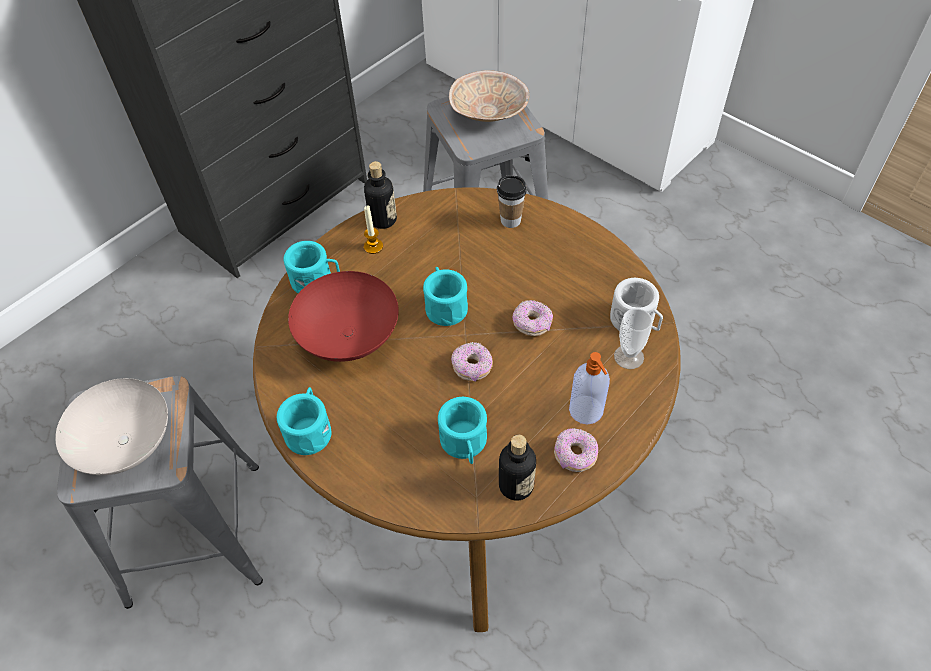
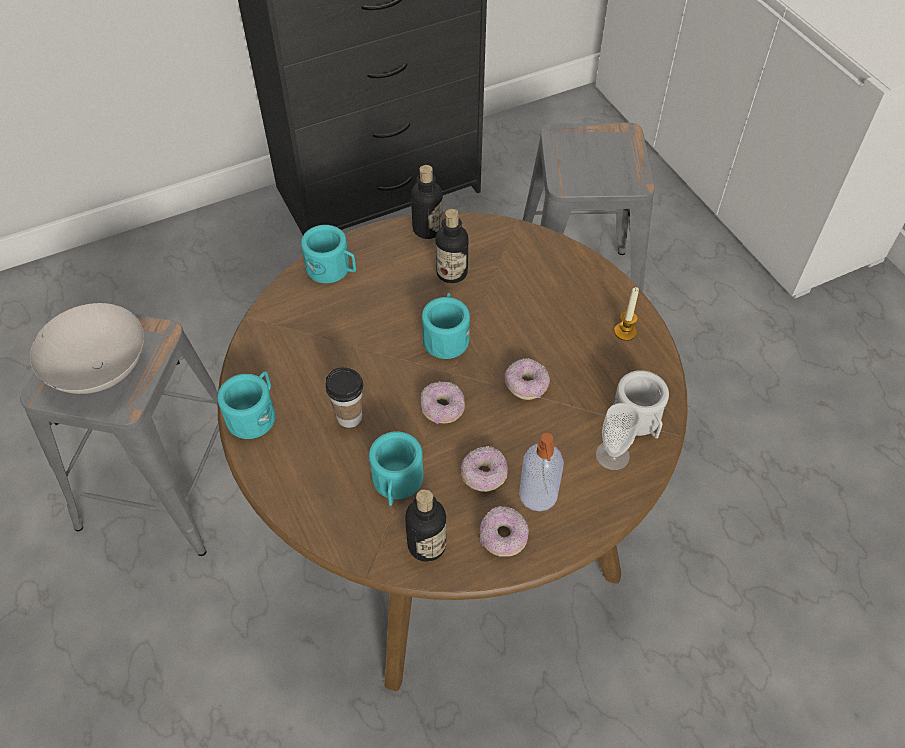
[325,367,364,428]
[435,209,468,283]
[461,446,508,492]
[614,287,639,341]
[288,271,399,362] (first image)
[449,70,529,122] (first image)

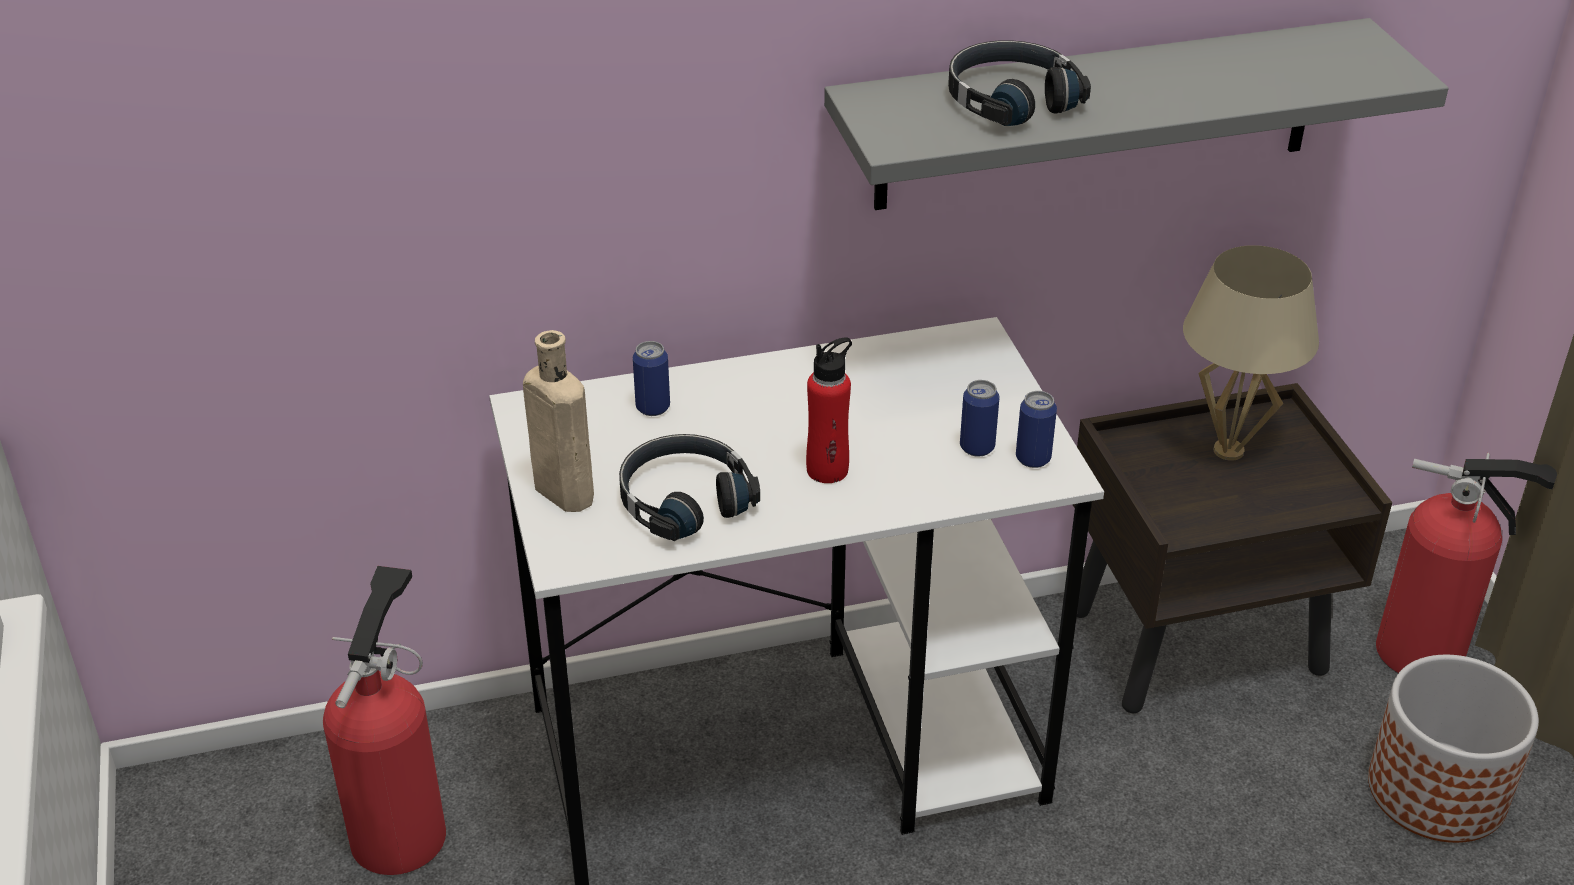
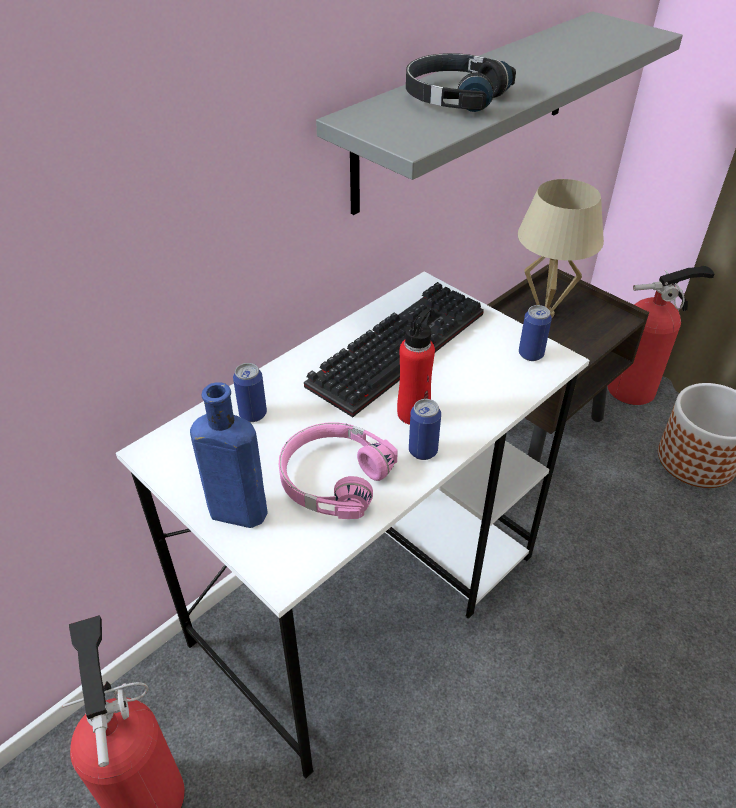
[190,382,268,528]
[279,422,398,519]
[304,282,484,417]
[409,399,441,460]

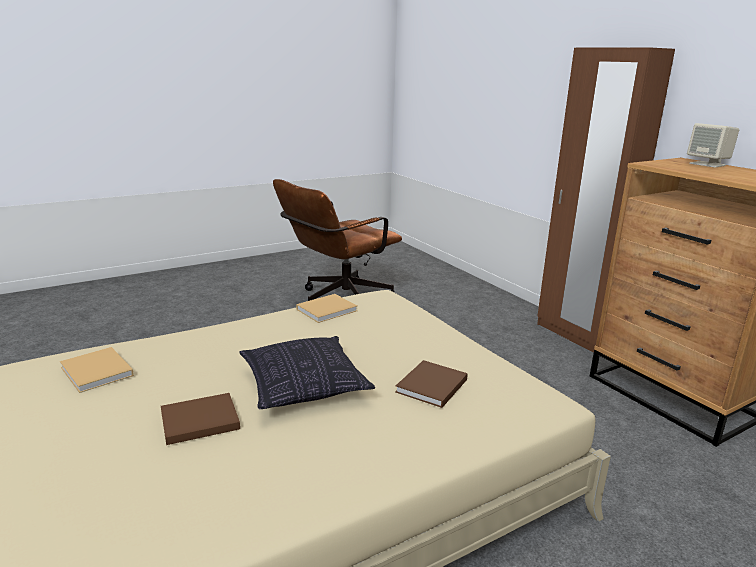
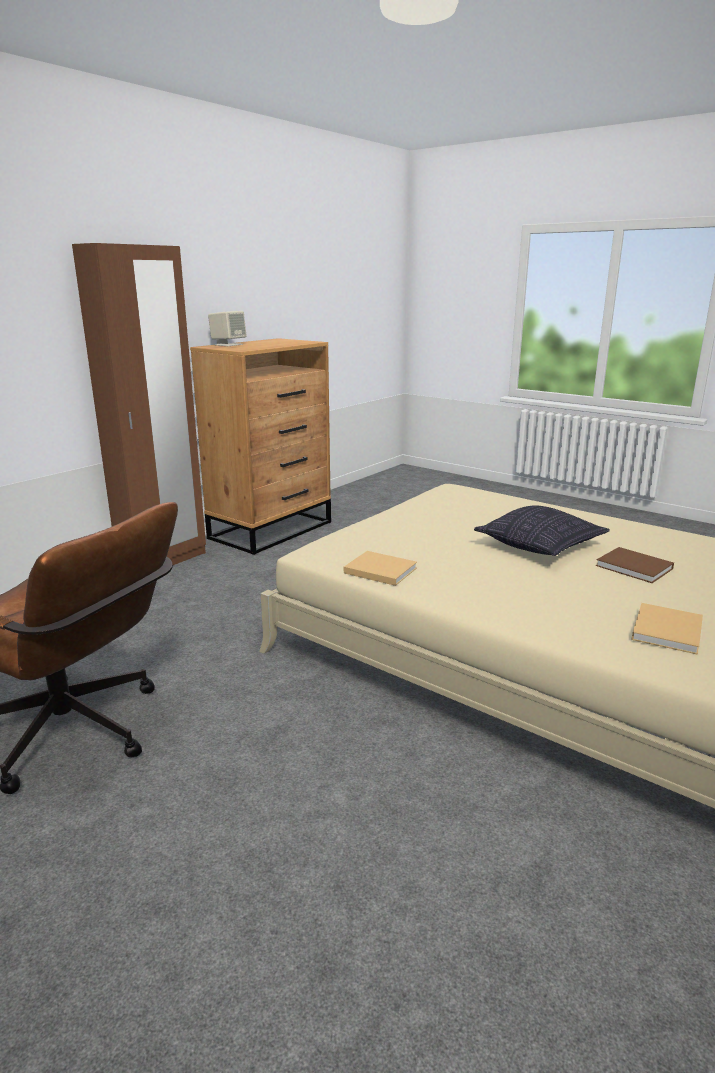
[395,360,468,408] (first image)

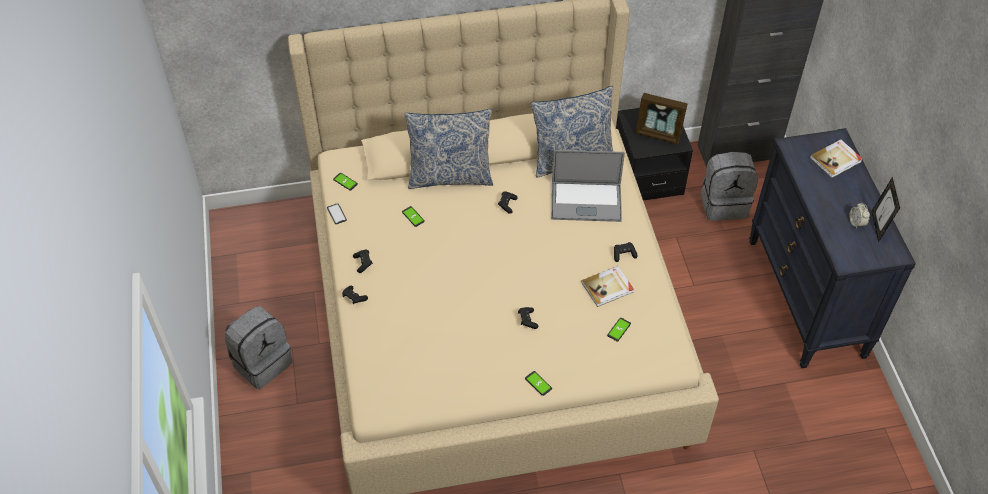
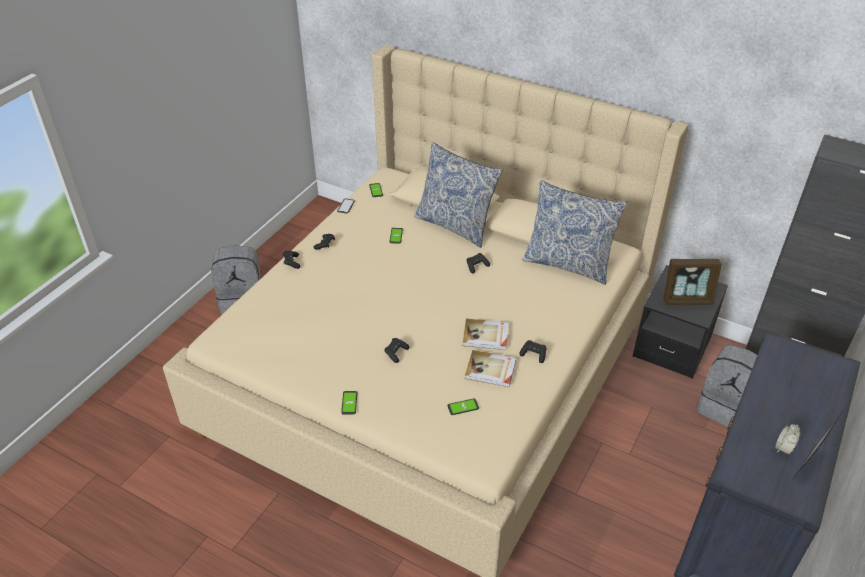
[463,319,509,350]
[663,259,722,305]
[551,150,625,222] (first image)

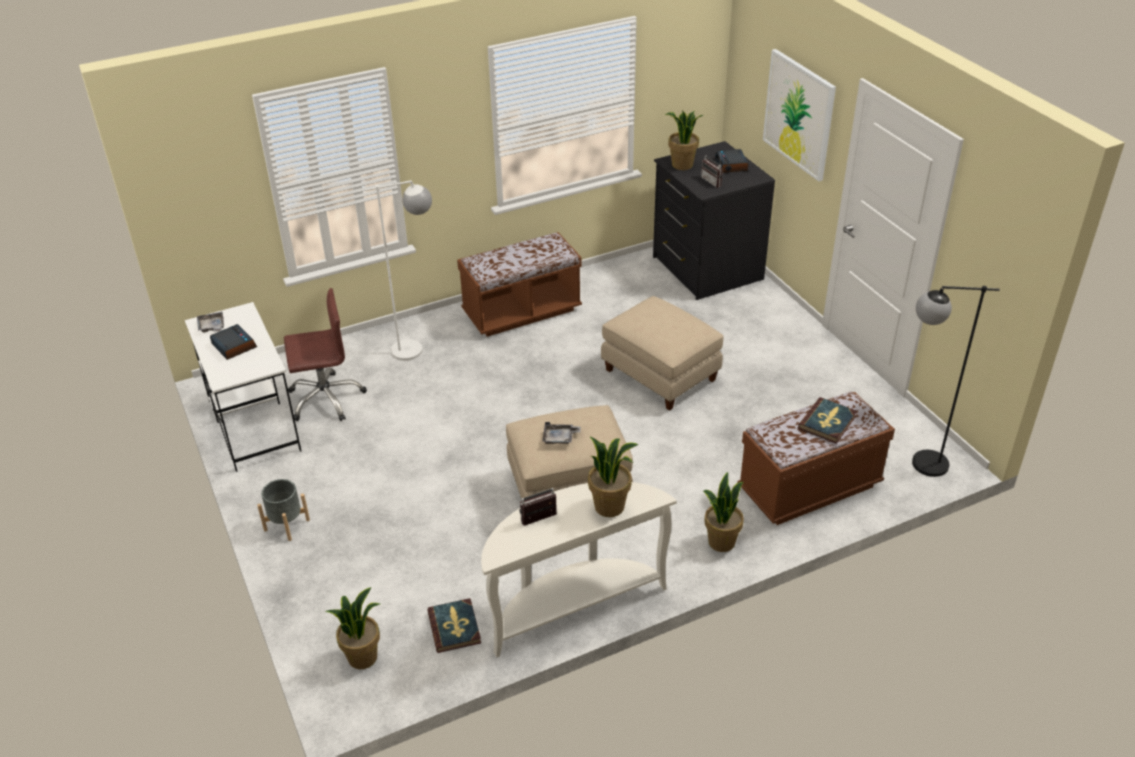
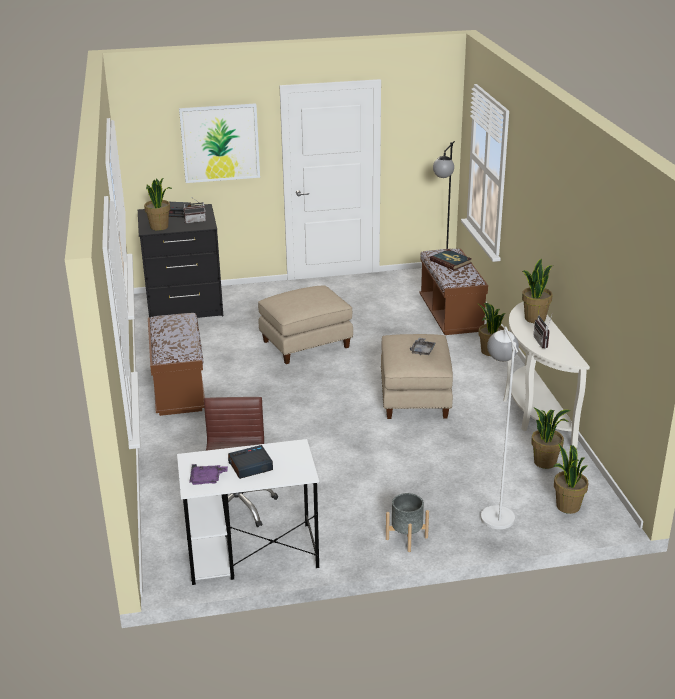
[189,464,228,485]
[481,326,519,529]
[531,407,571,469]

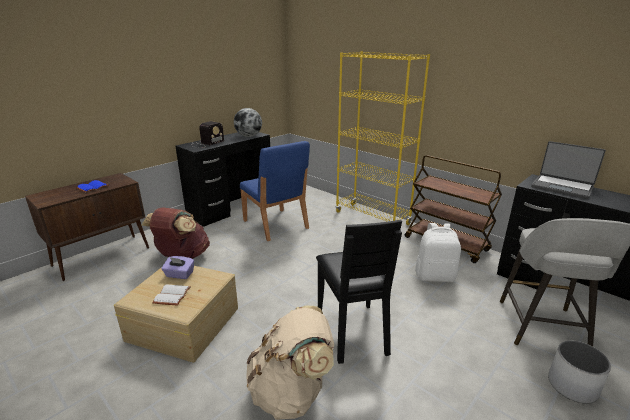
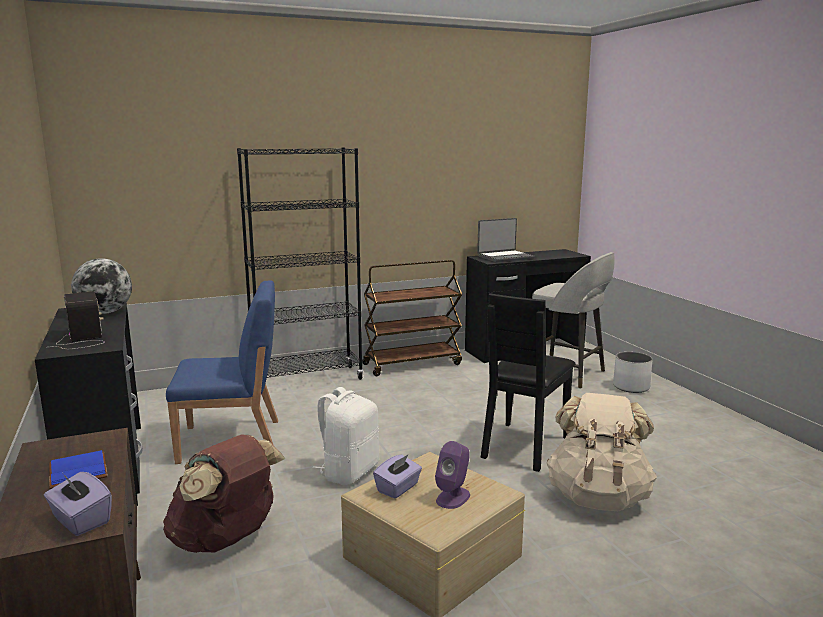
[44,472,112,536]
[237,147,363,380]
[312,387,379,485]
[435,441,470,509]
[481,293,576,472]

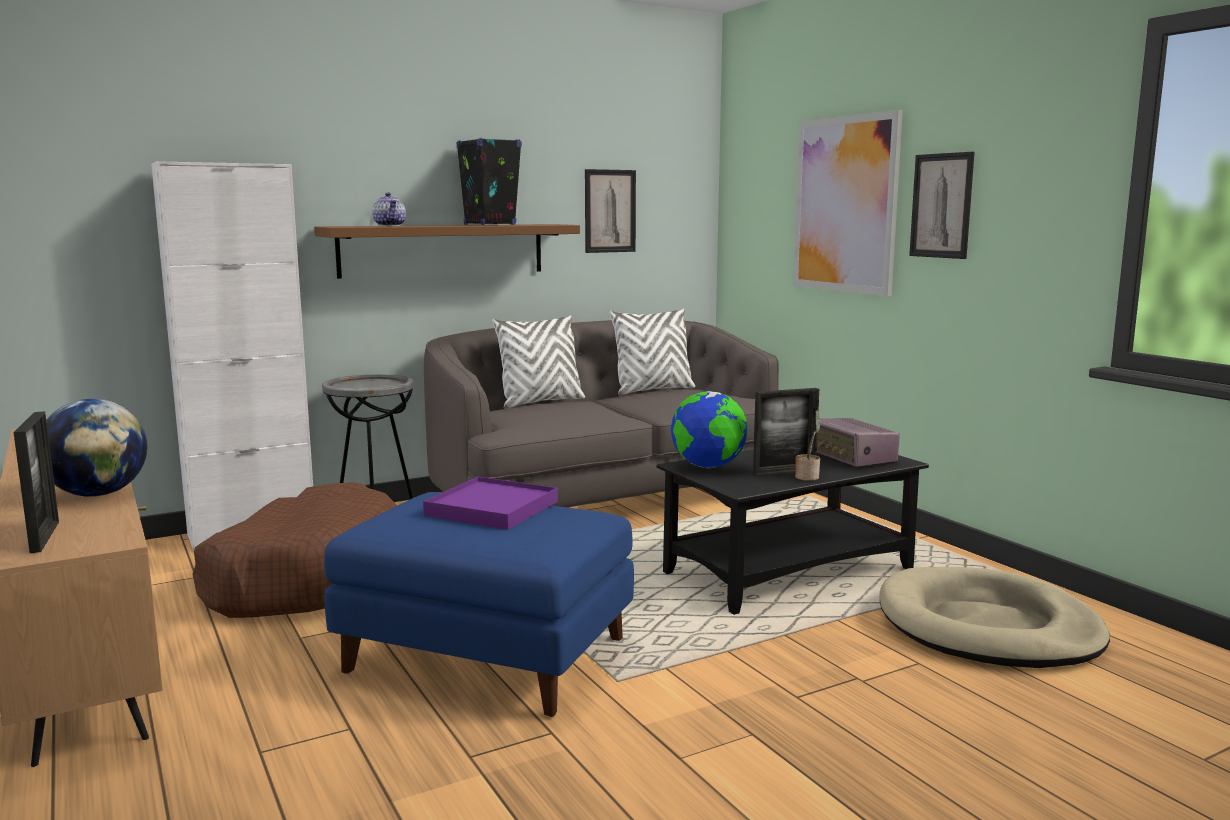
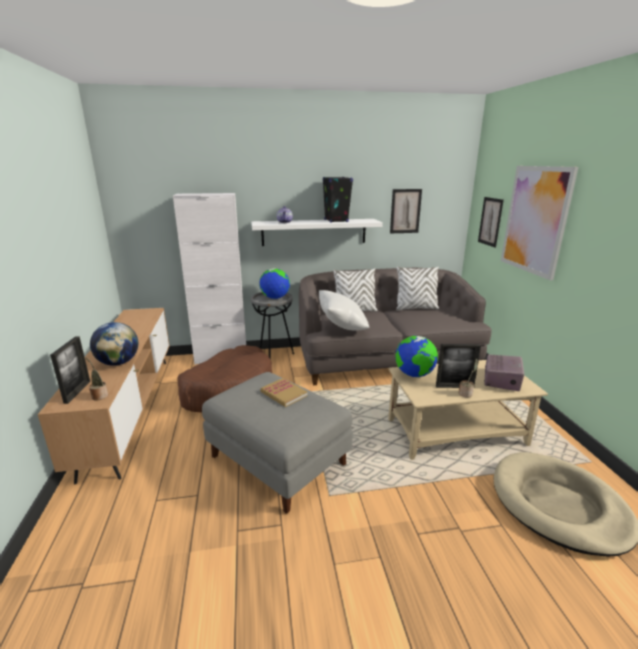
[86,358,108,401]
[202,372,353,514]
[251,219,383,246]
[259,268,290,299]
[261,378,307,407]
[319,290,369,331]
[388,360,548,460]
[478,197,504,248]
[484,355,524,391]

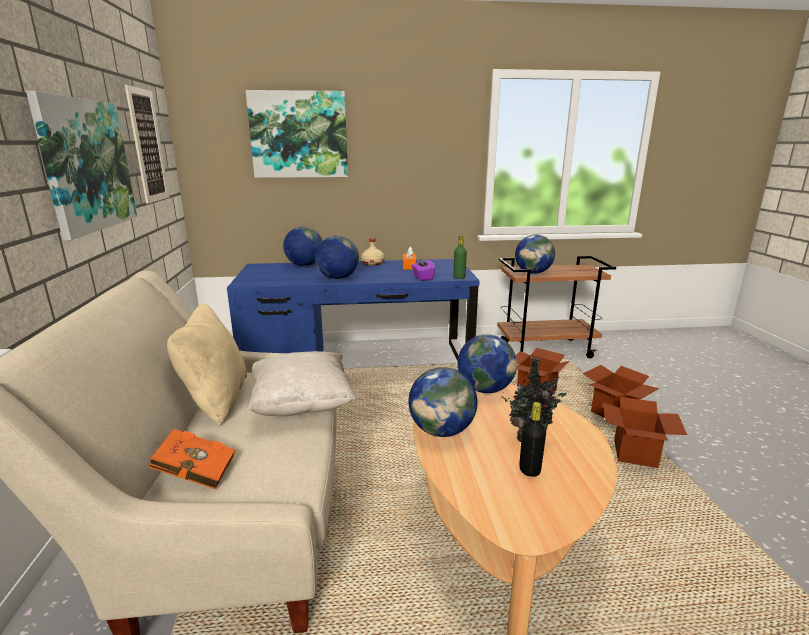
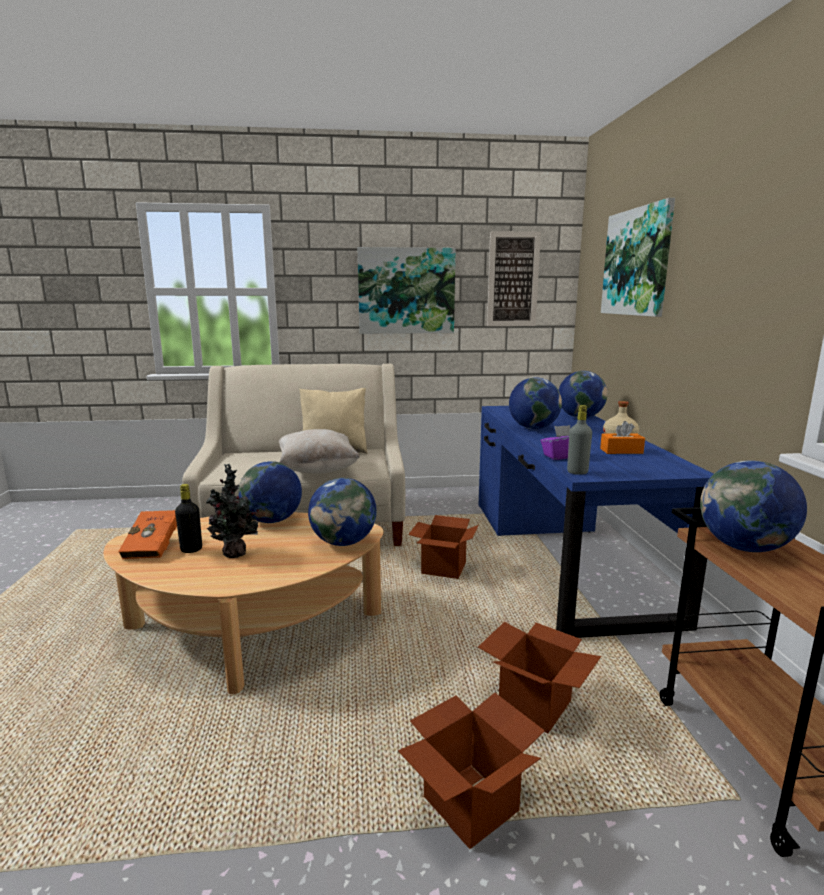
[118,510,177,559]
[408,515,479,579]
[567,405,592,475]

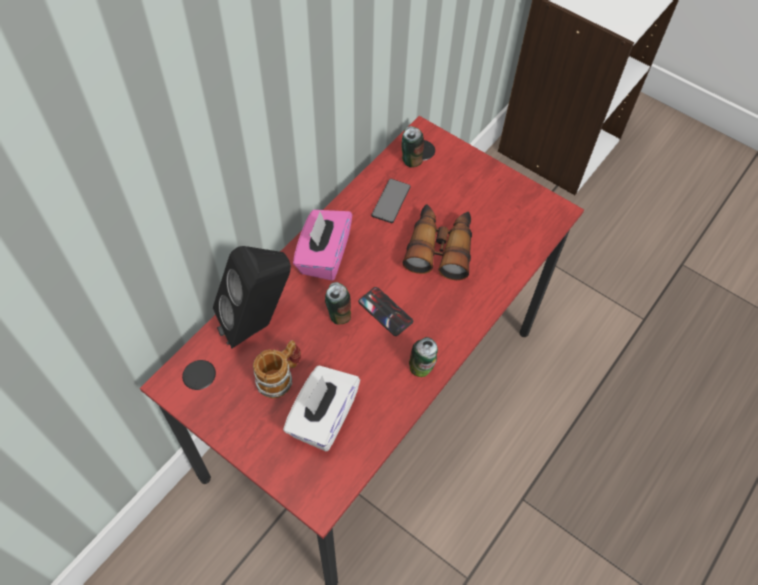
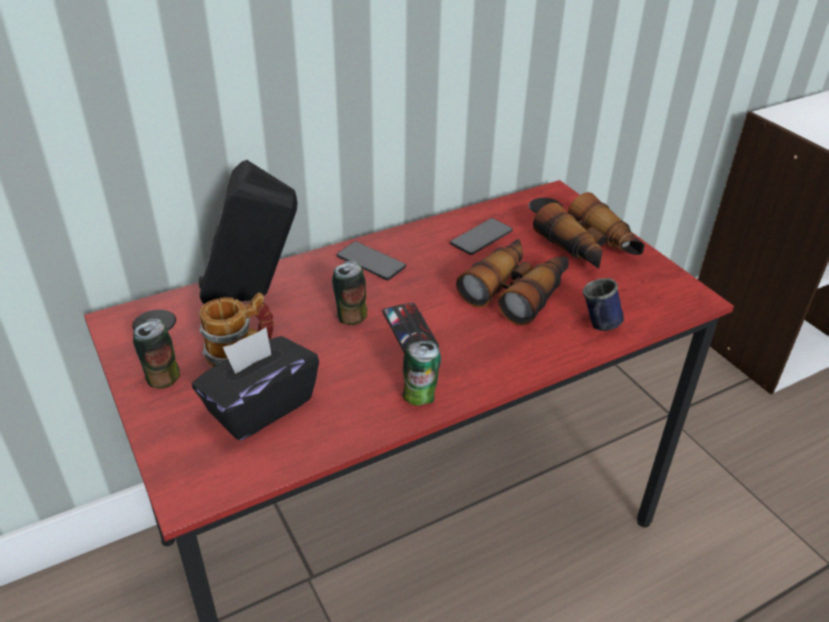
[133,319,180,389]
[192,327,319,440]
[337,242,406,280]
[533,192,645,269]
[583,278,624,331]

